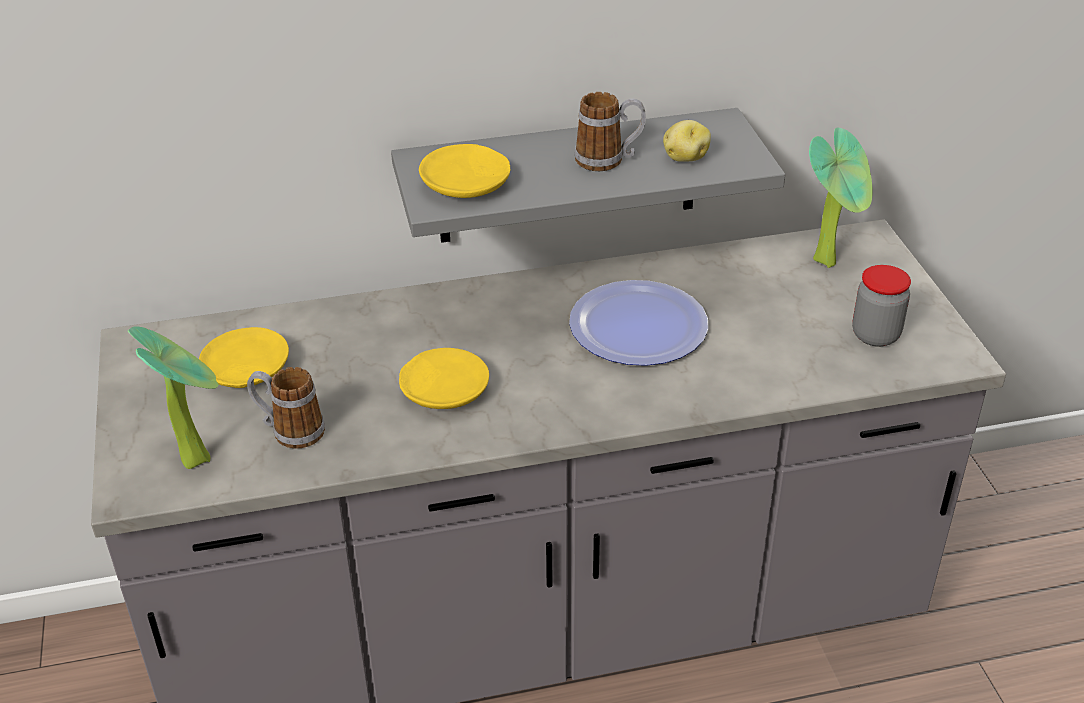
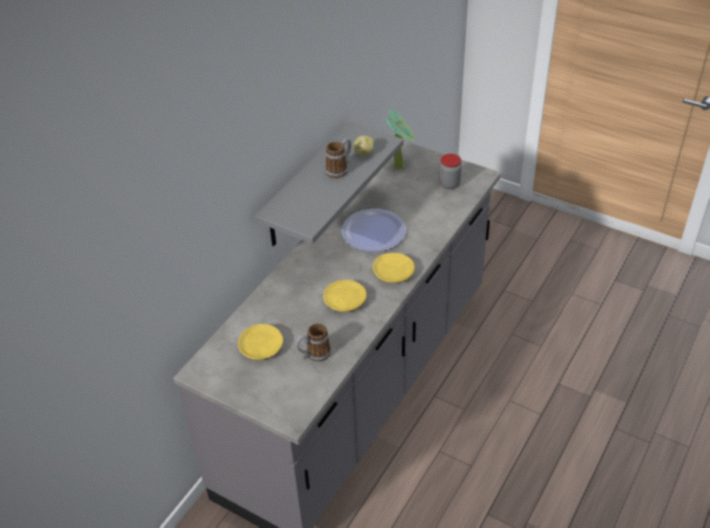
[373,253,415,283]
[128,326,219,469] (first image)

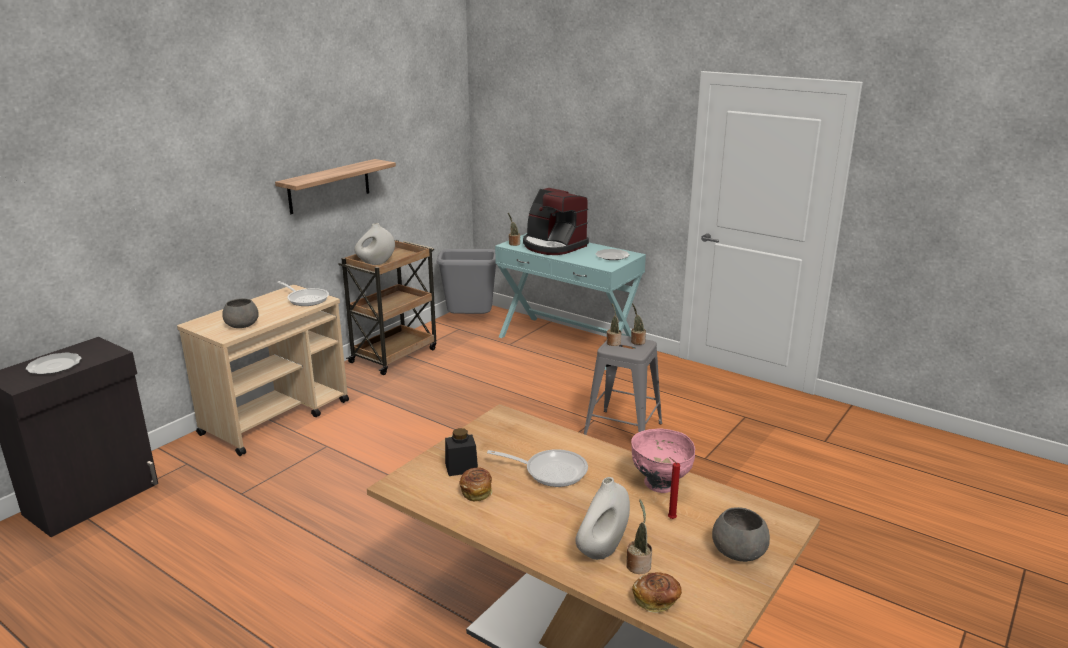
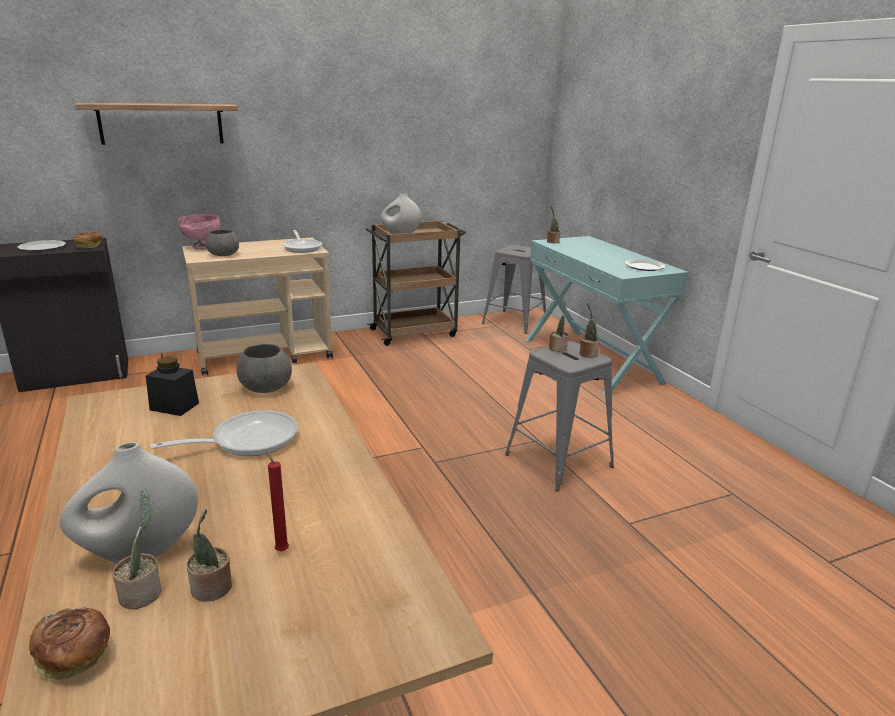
[74,231,102,248]
[75,103,239,145]
[150,410,298,456]
[178,214,220,250]
[187,509,232,602]
[237,344,292,393]
[482,245,546,334]
[523,188,589,255] (first image)

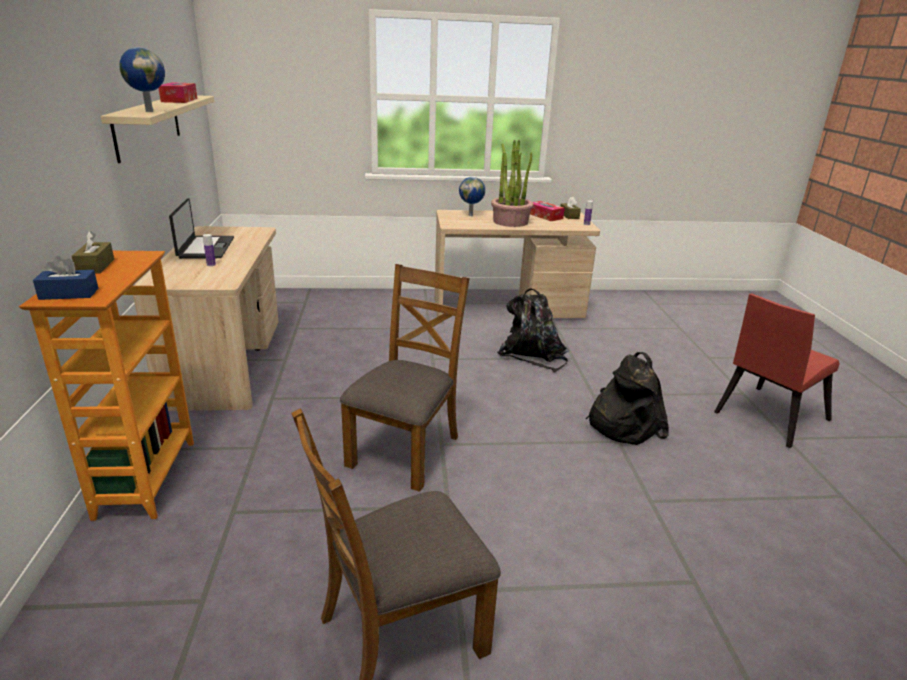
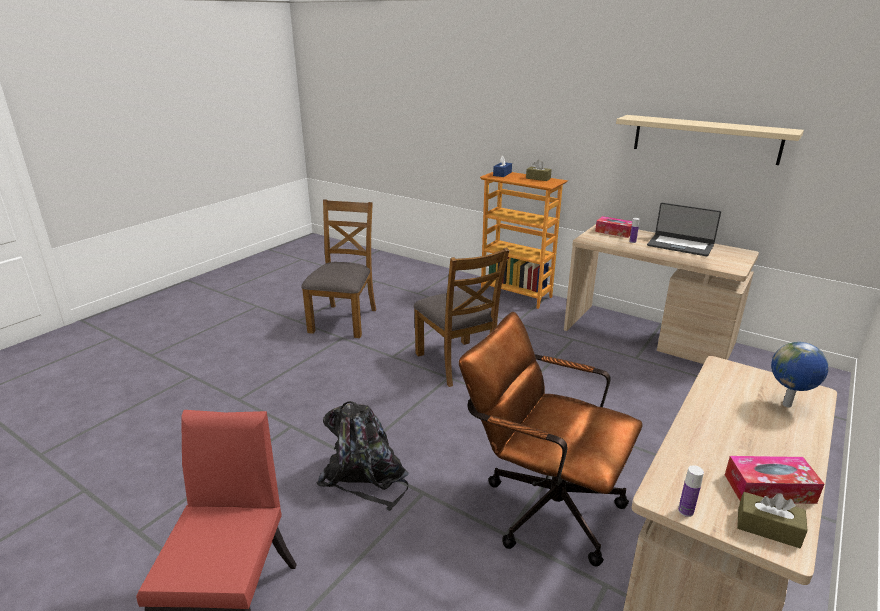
[459,312,643,567]
[595,216,632,238]
[119,47,165,112] (first image)
[491,140,533,227] (first image)

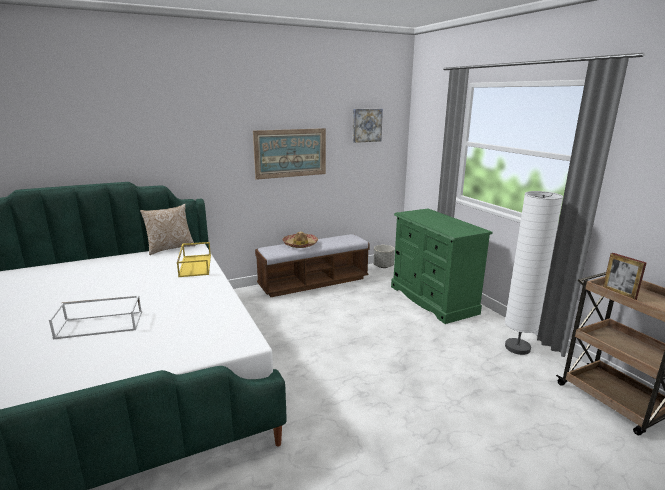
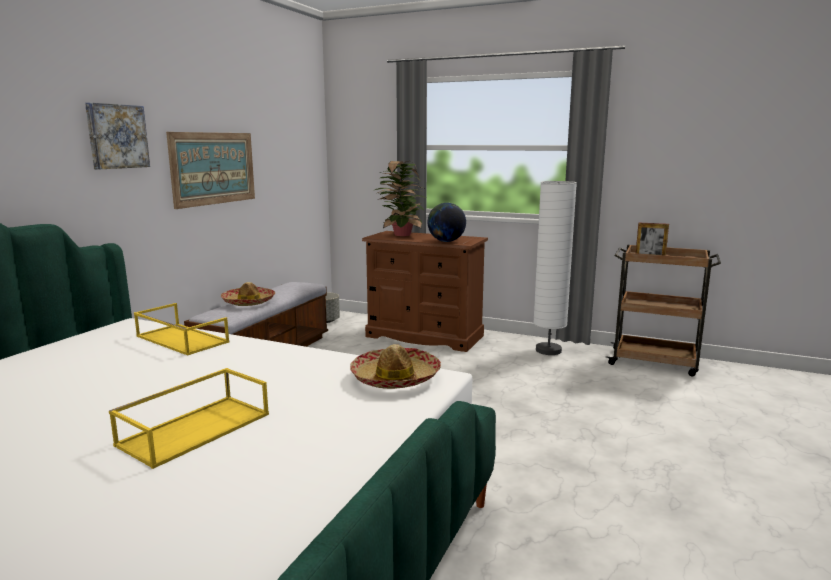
[85,103,150,169]
[109,368,269,469]
[350,344,441,389]
[362,231,488,352]
[375,161,426,236]
[428,203,466,242]
[140,204,196,255] (first image)

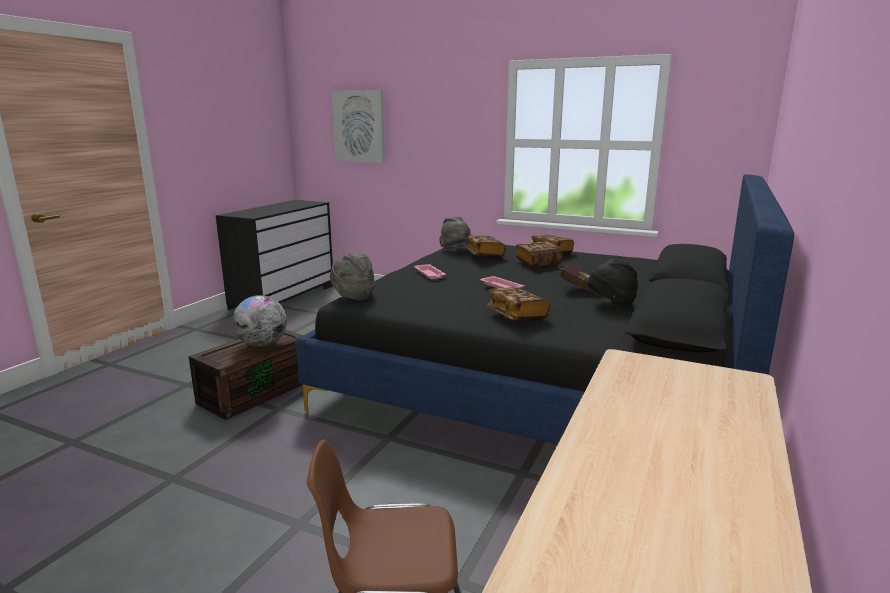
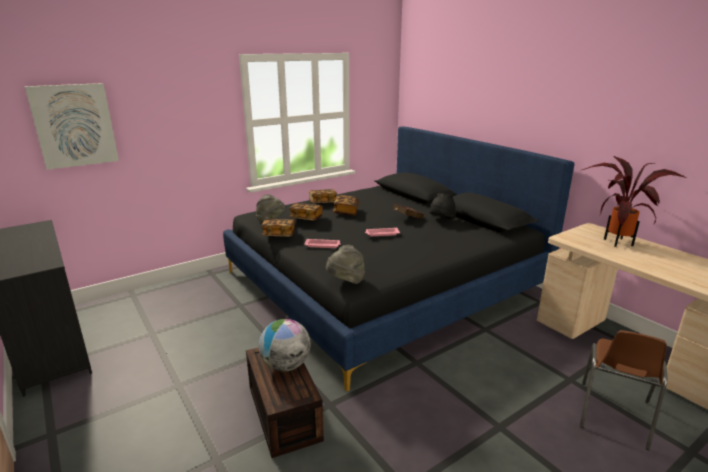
[261,219,295,237]
[582,156,686,247]

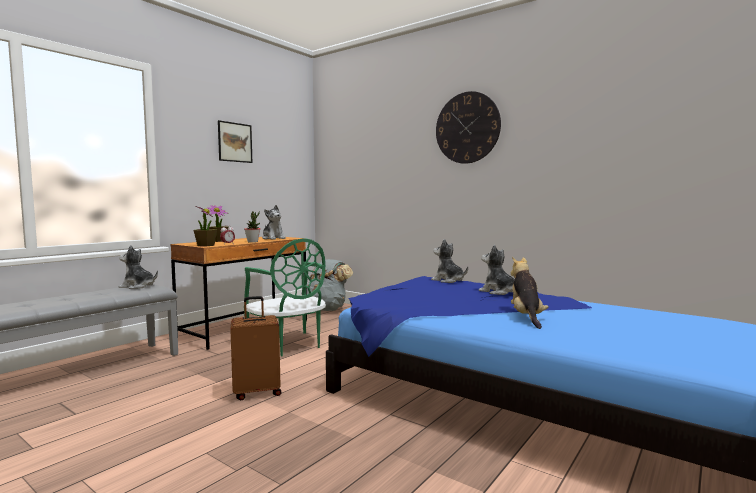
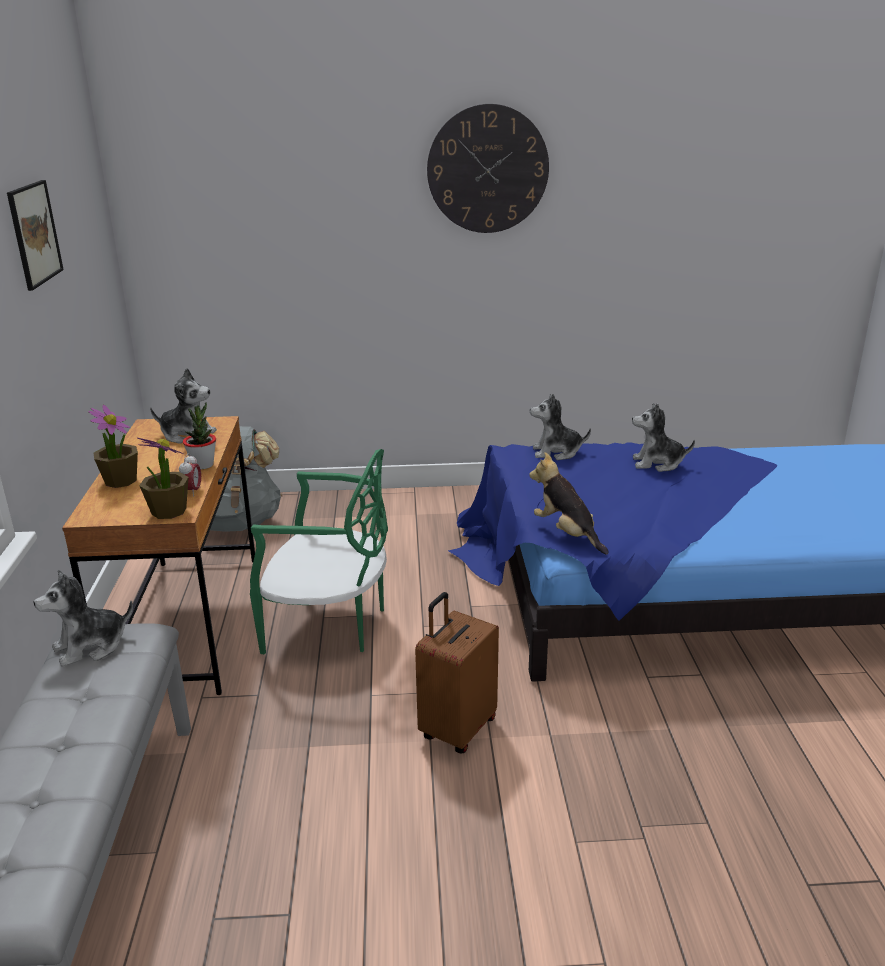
[529,452,609,555]

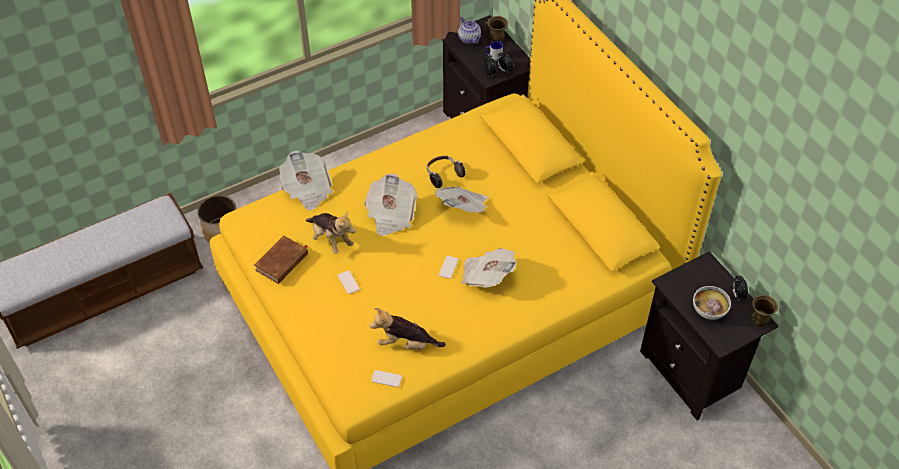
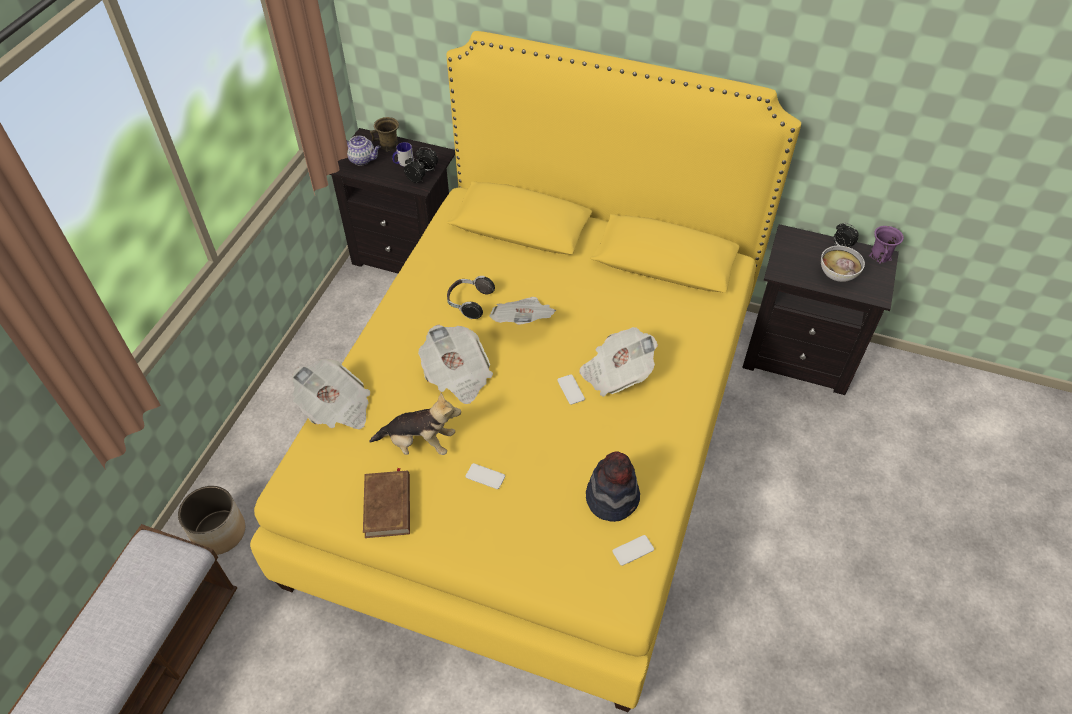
[586,451,640,522]
[869,226,904,264]

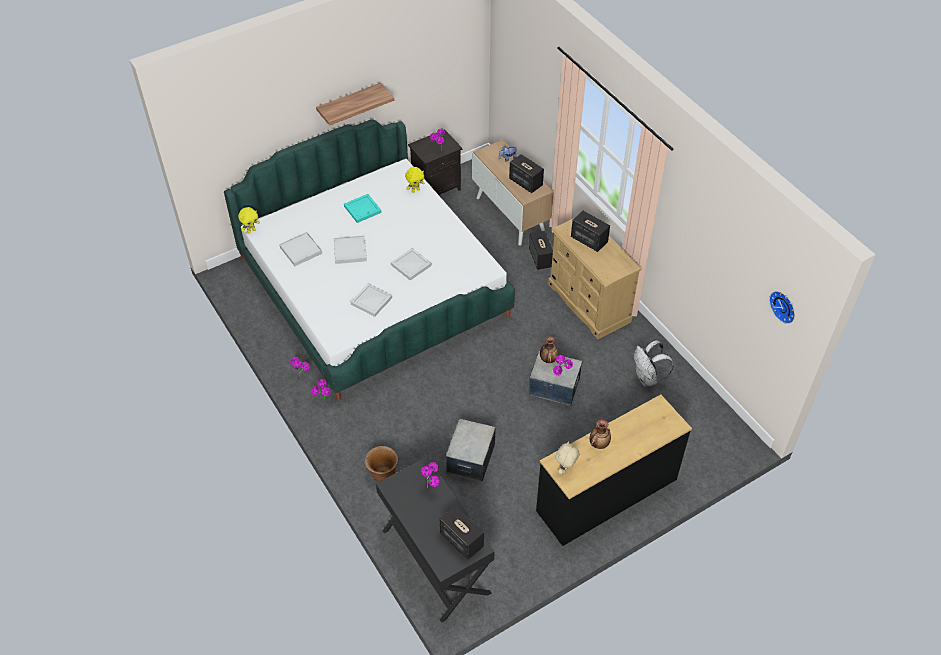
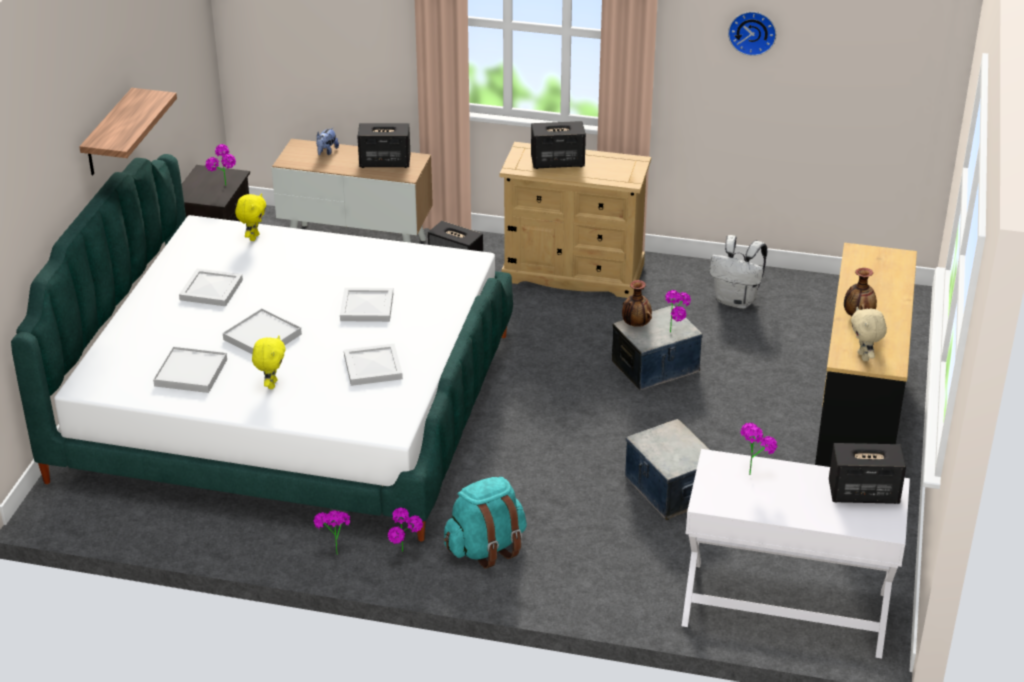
[179,268,243,306]
[252,336,286,389]
[444,477,527,569]
[682,449,910,659]
[728,12,776,56]
[365,446,398,482] (first image)

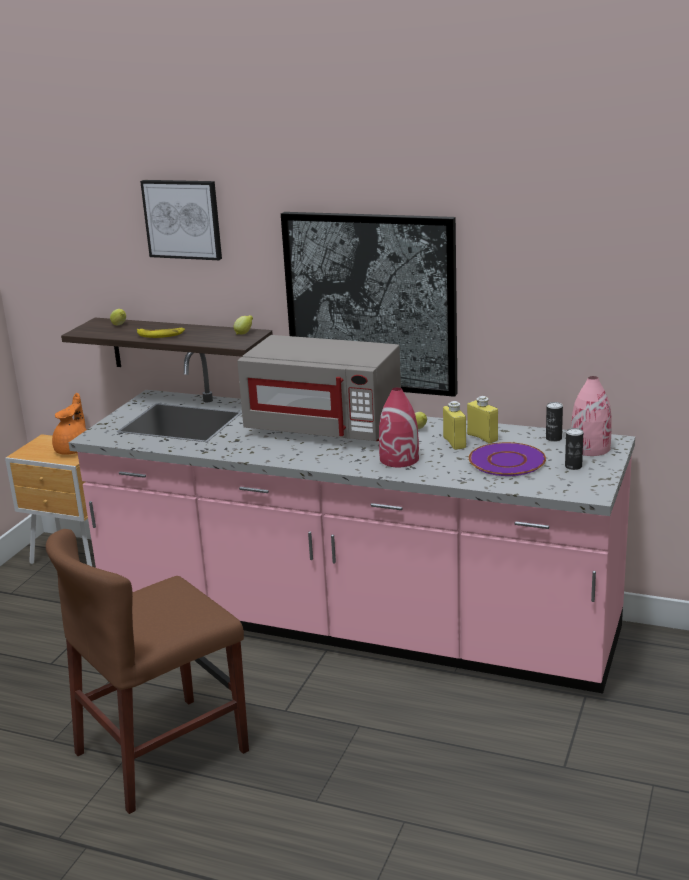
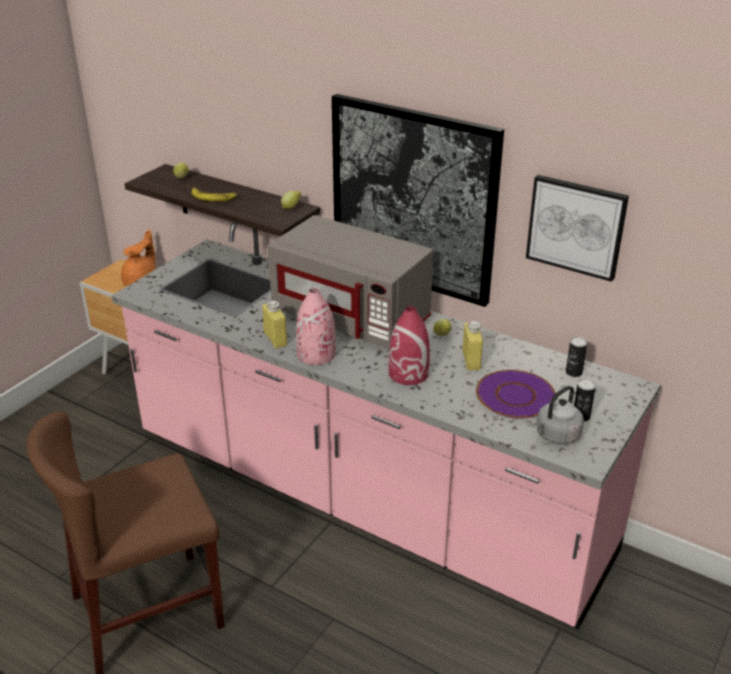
[262,301,287,349]
[296,288,336,365]
[526,175,629,282]
[534,386,584,444]

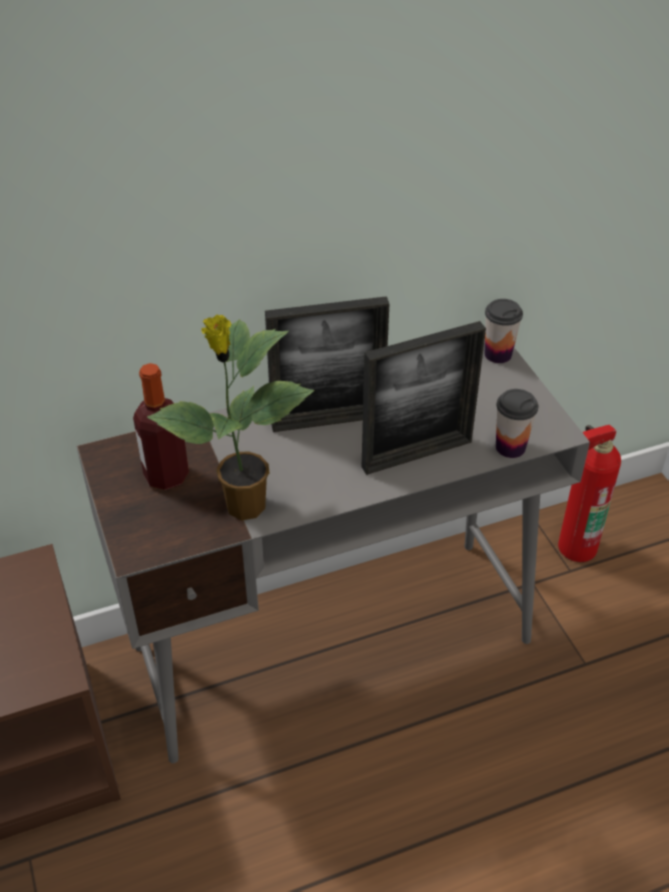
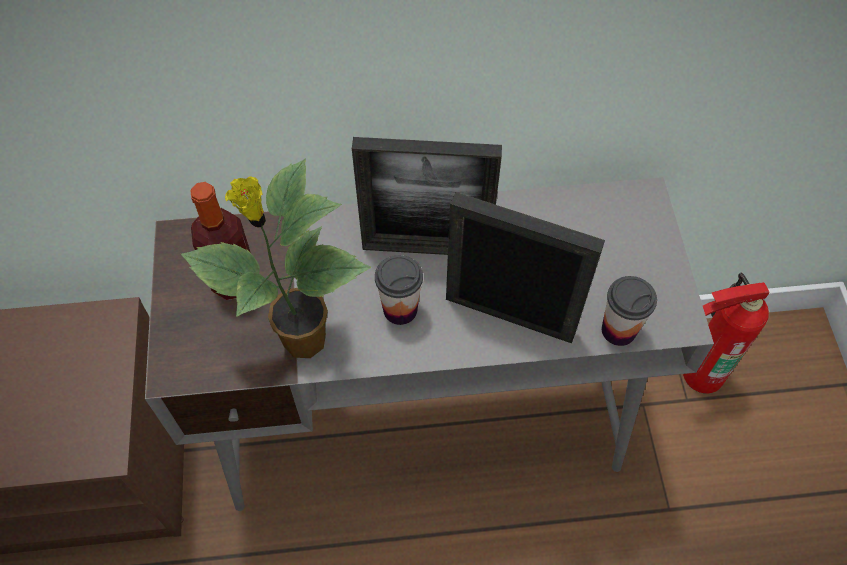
[375,255,423,325]
[446,192,605,344]

